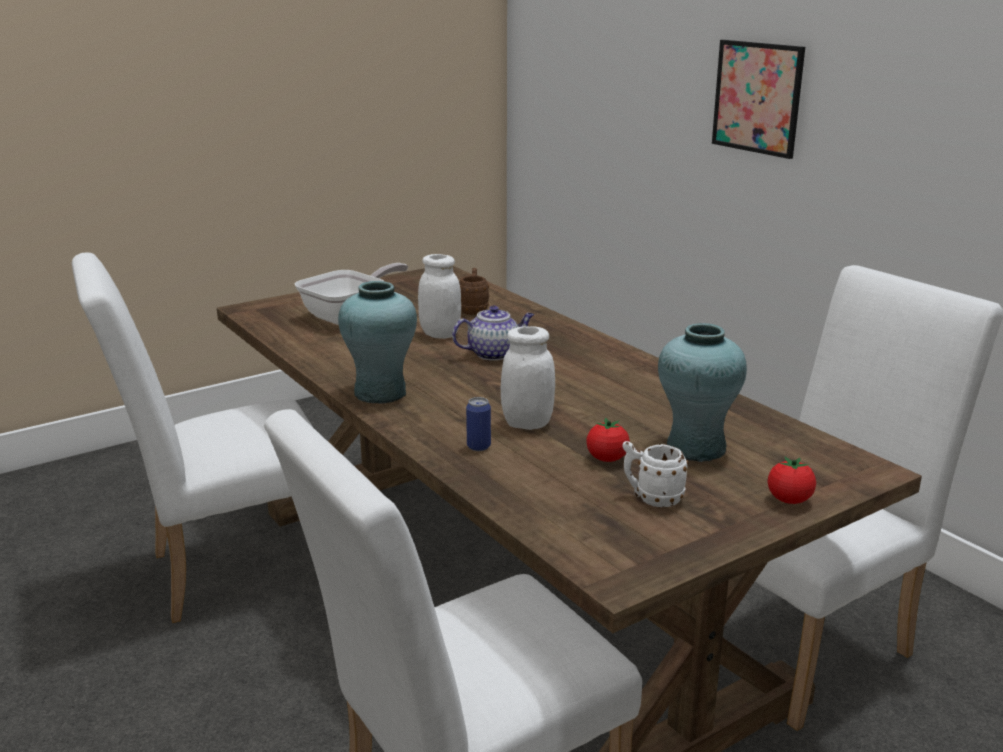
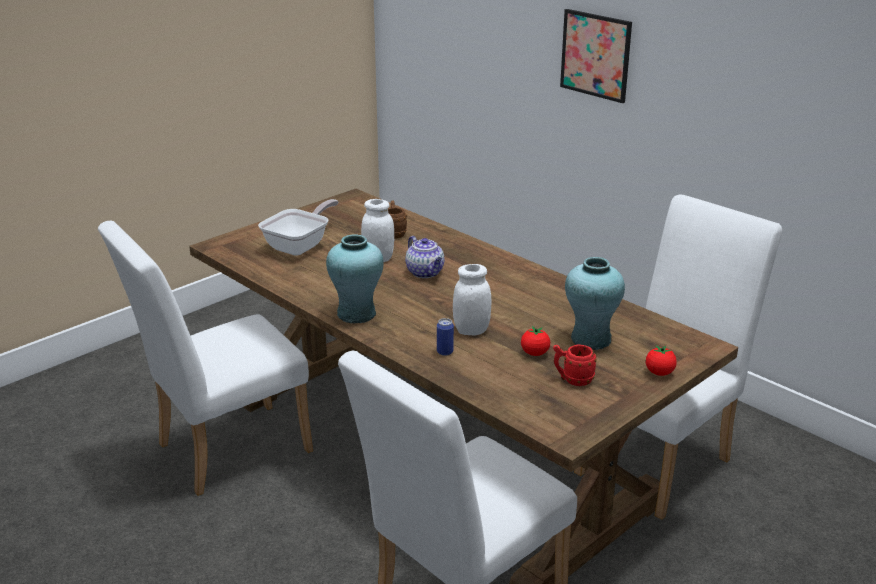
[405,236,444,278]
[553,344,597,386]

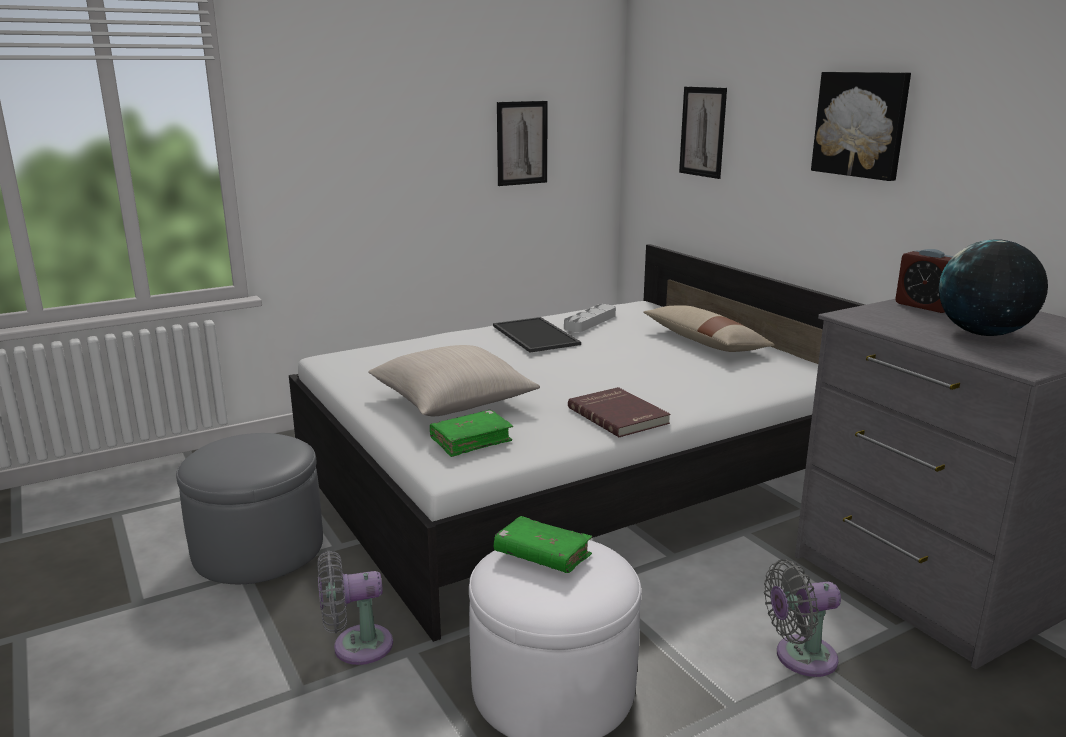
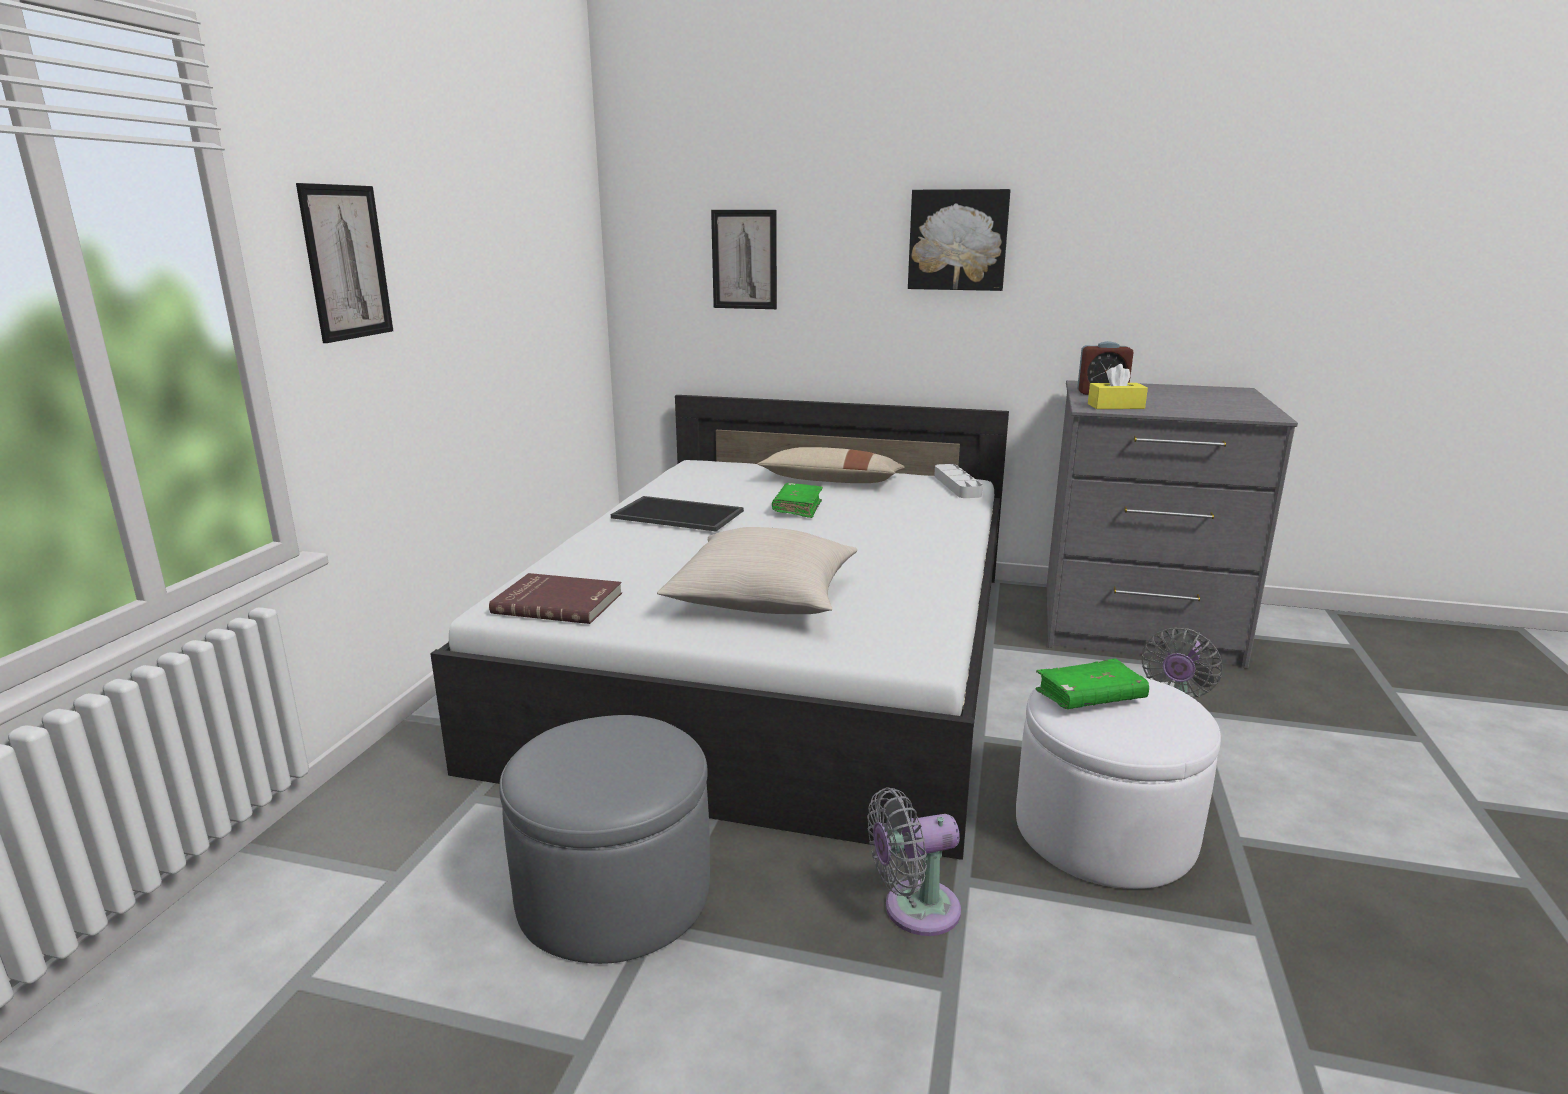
[296,183,393,343]
[939,239,1048,336] (first image)
[934,464,983,498]
[489,573,622,624]
[772,483,823,518]
[867,787,961,936]
[1088,364,1148,409]

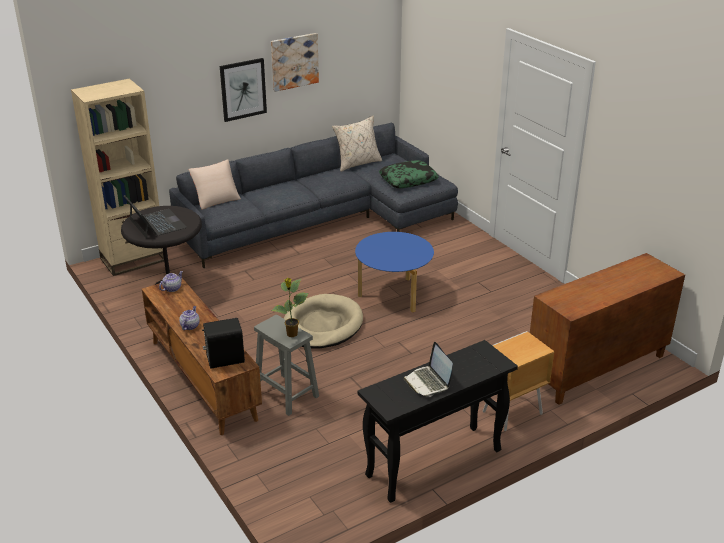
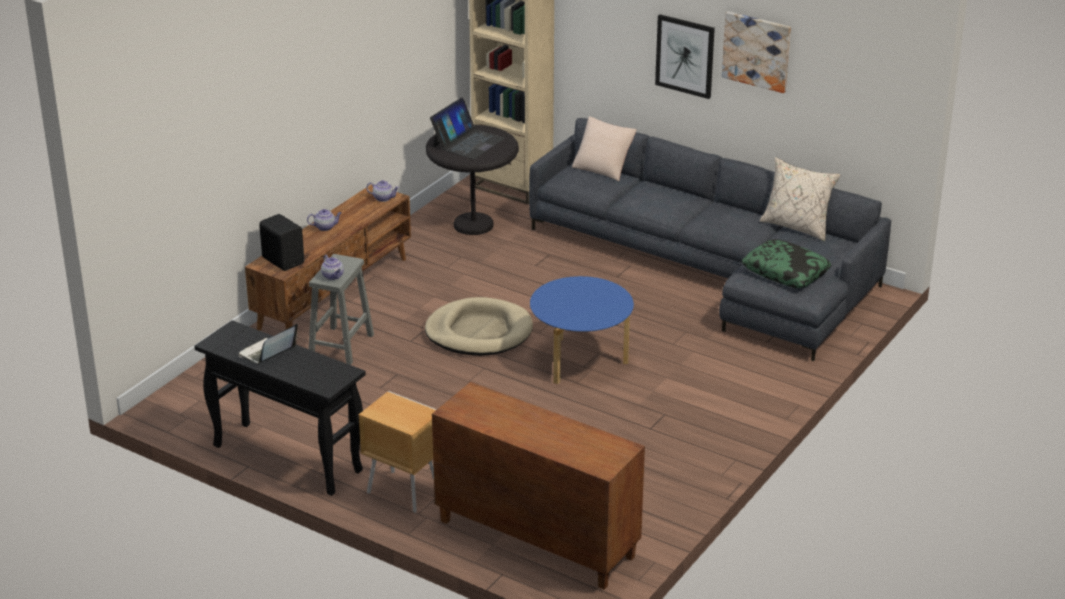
[321,255,344,280]

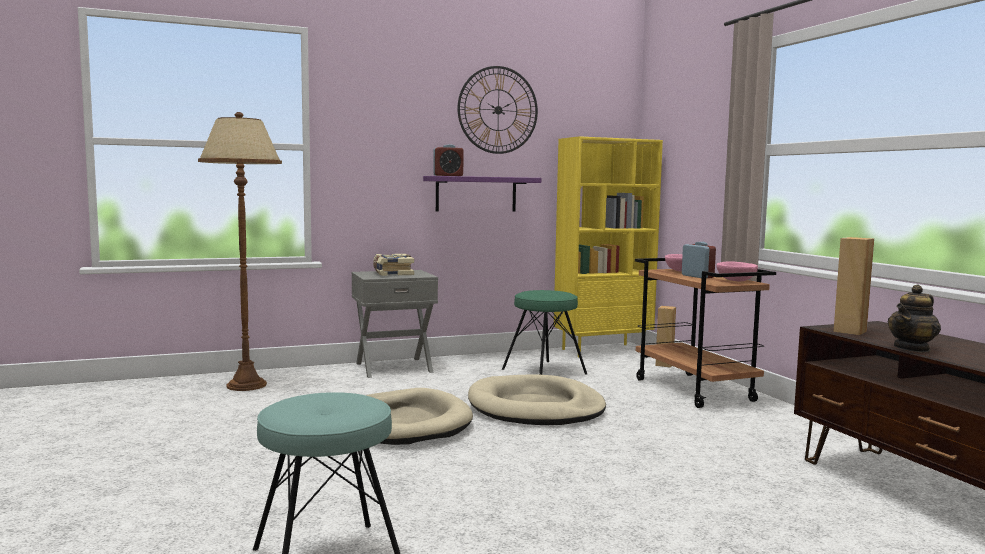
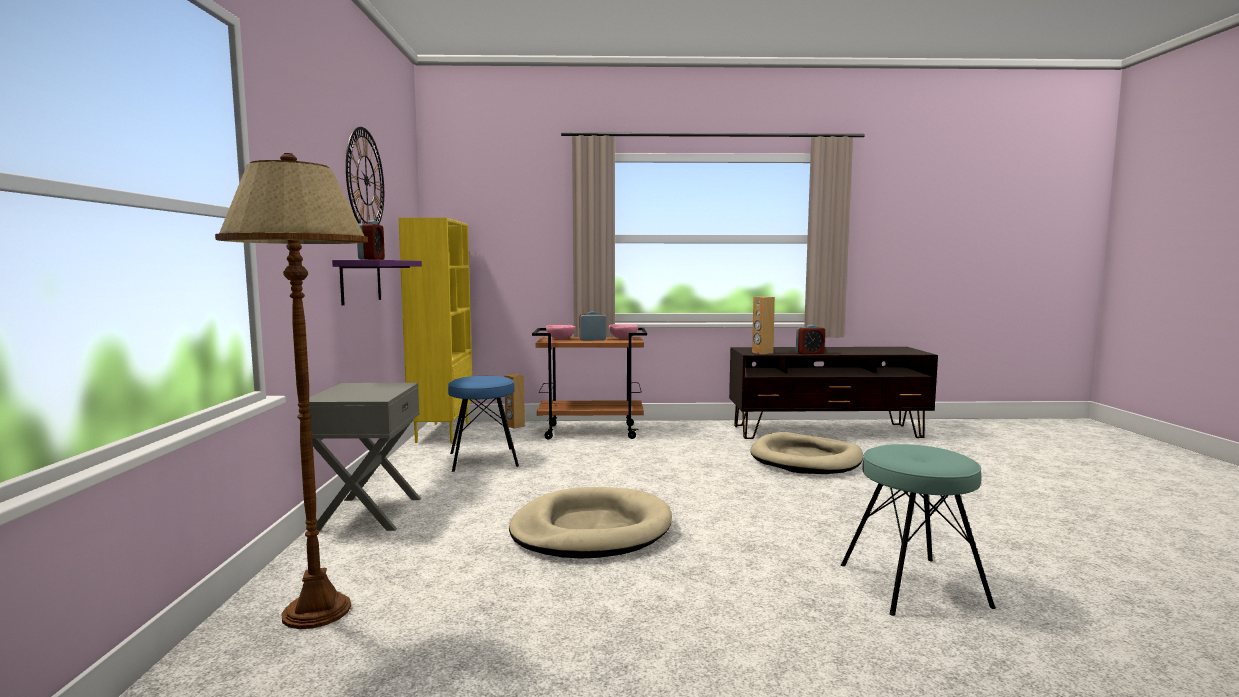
[373,254,414,276] (first image)
[796,325,825,355]
[448,376,519,472]
[751,432,863,474]

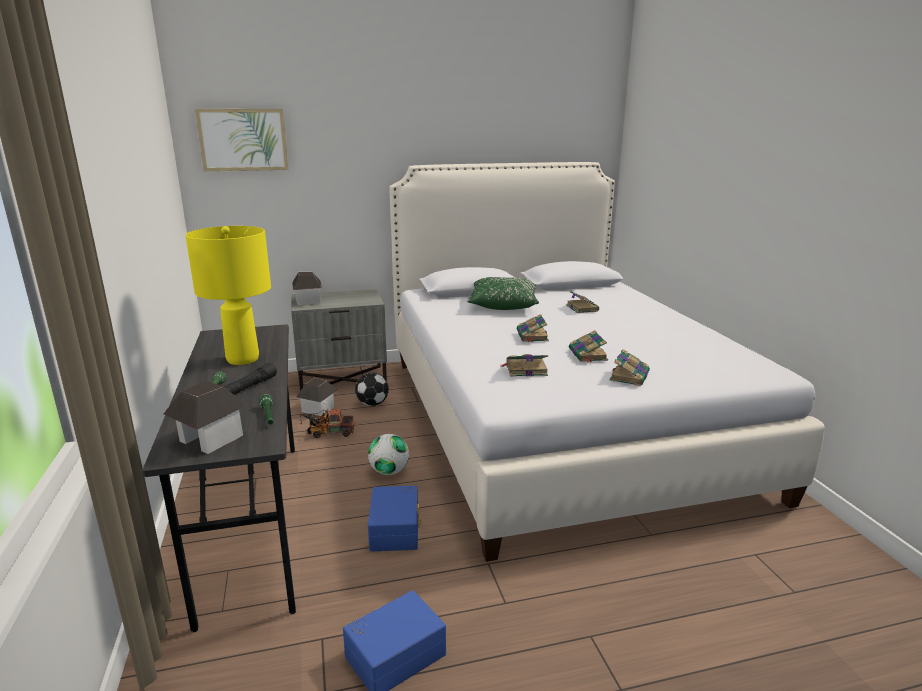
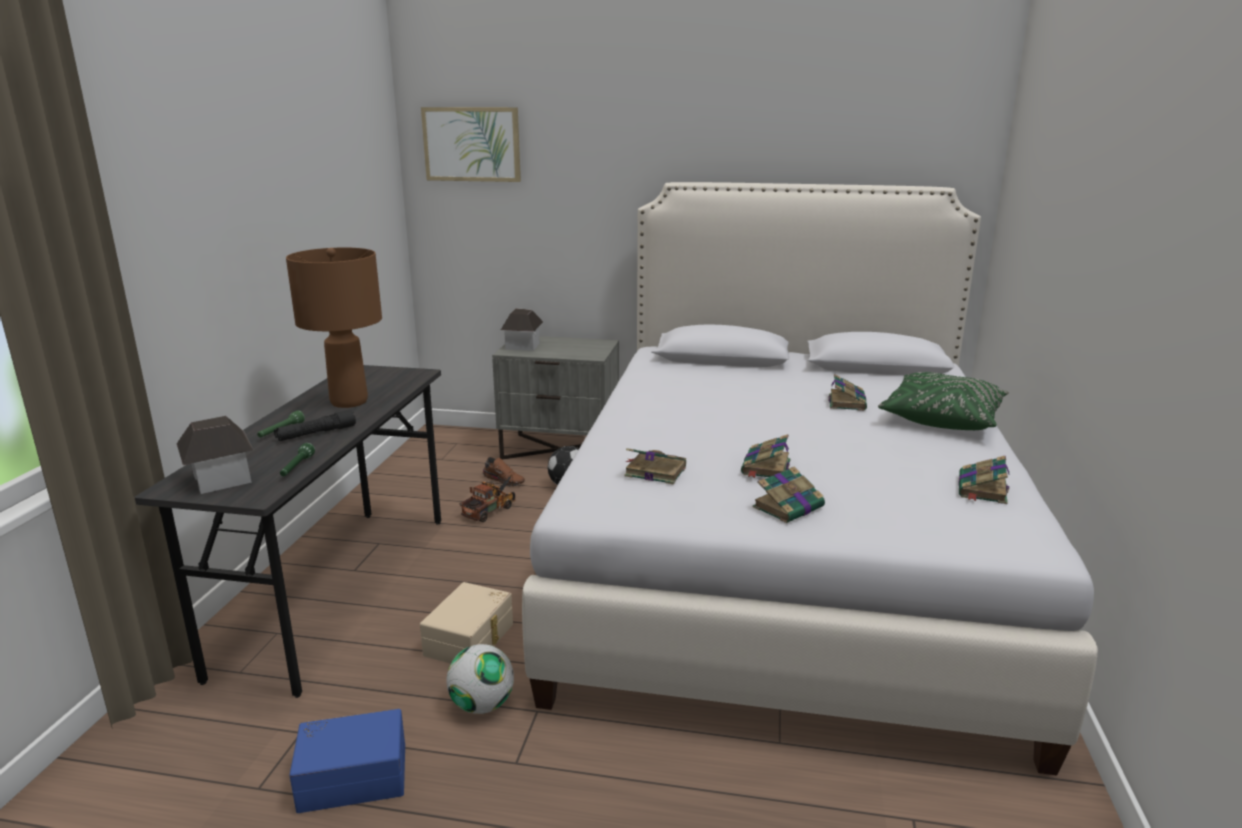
[286,248,382,408]
[878,372,1009,430]
[959,456,1009,504]
[483,457,525,486]
[460,474,516,522]
[447,644,514,714]
[420,582,513,664]

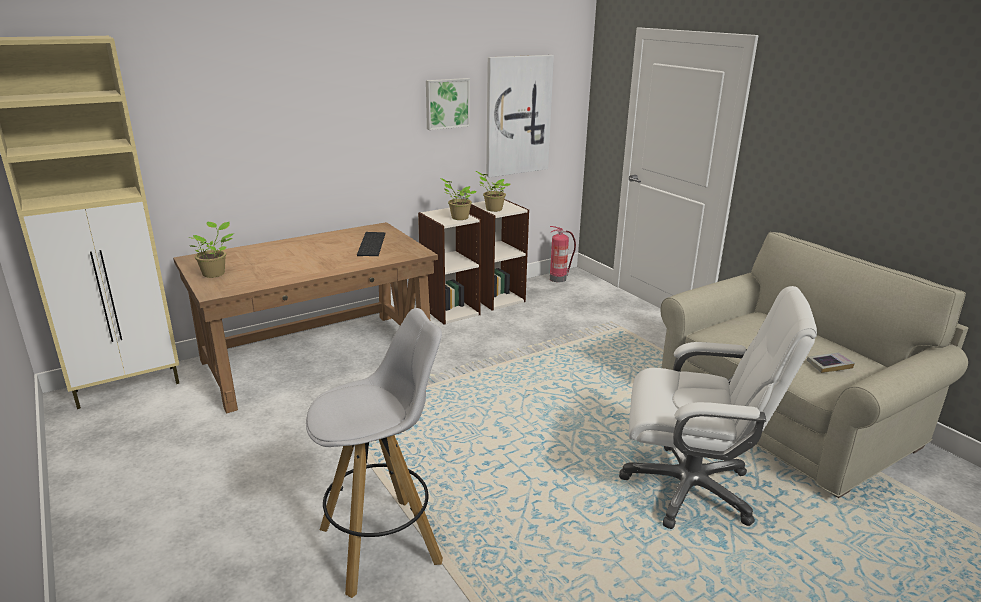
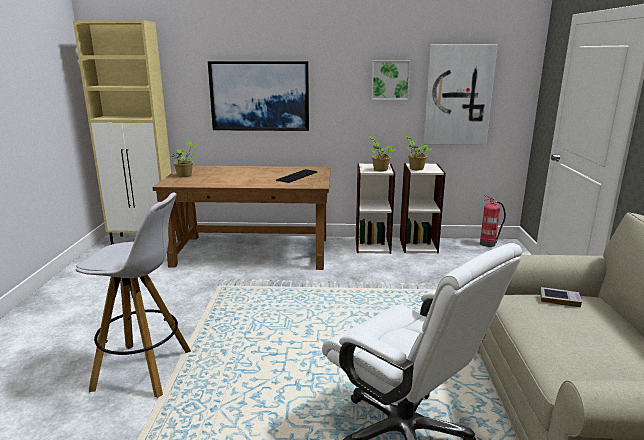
[540,287,582,307]
[208,61,309,131]

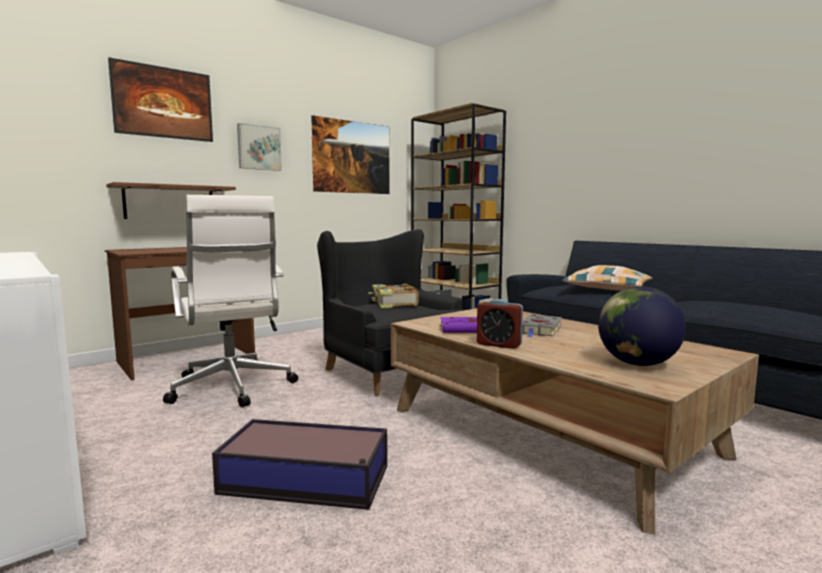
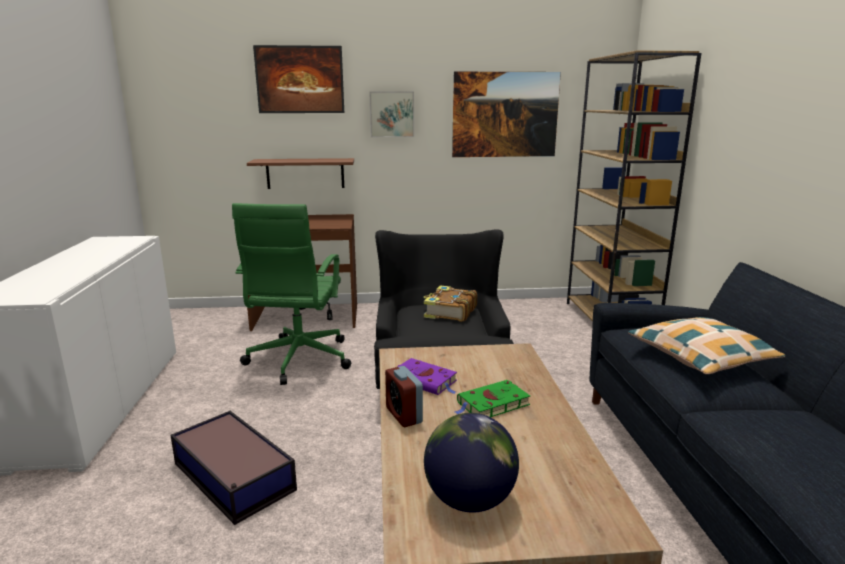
[232,203,351,385]
[455,380,530,417]

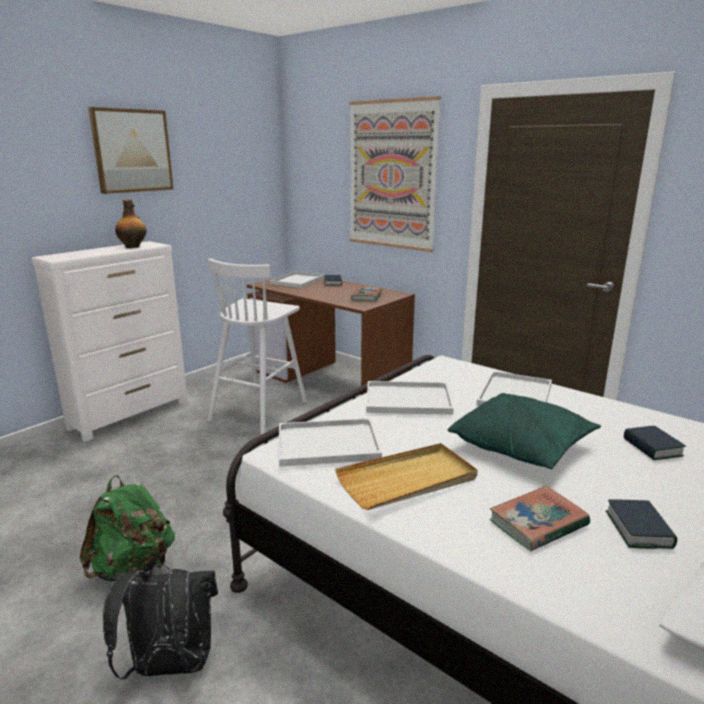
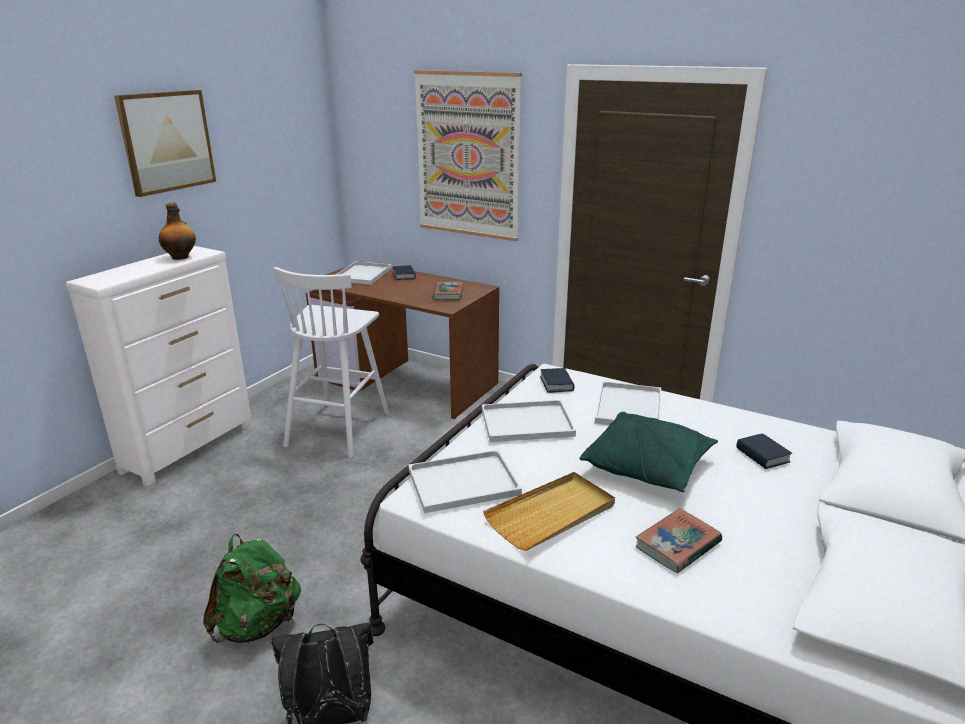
[540,368,574,393]

